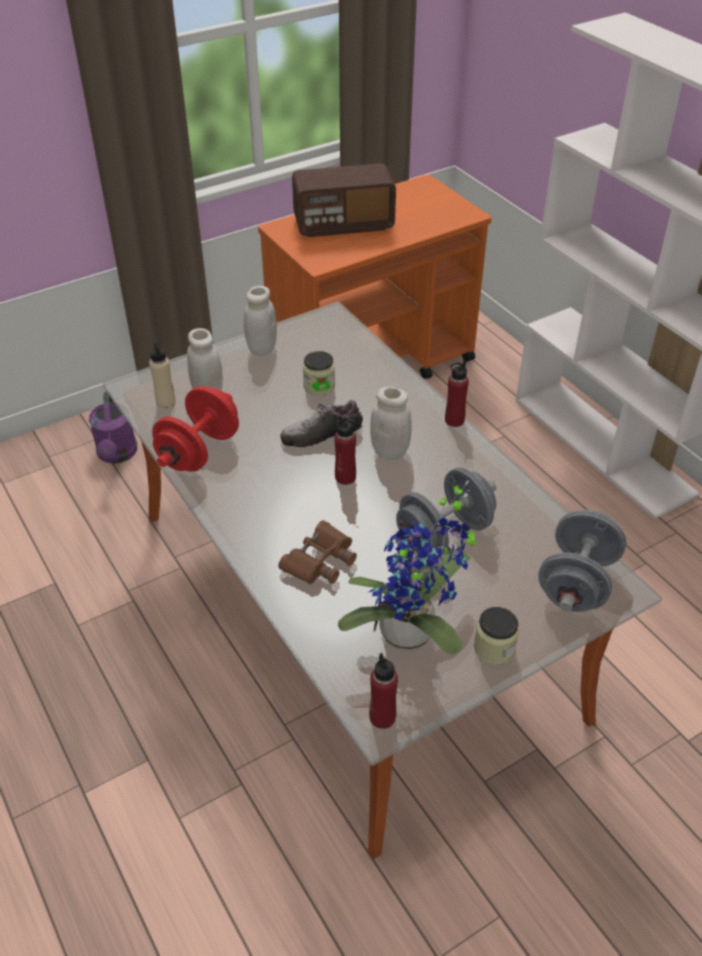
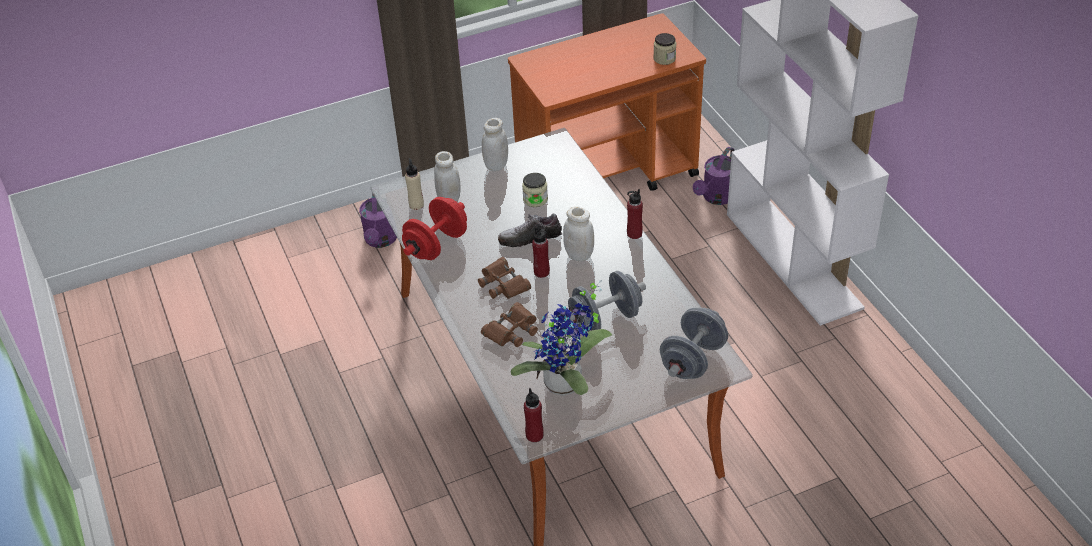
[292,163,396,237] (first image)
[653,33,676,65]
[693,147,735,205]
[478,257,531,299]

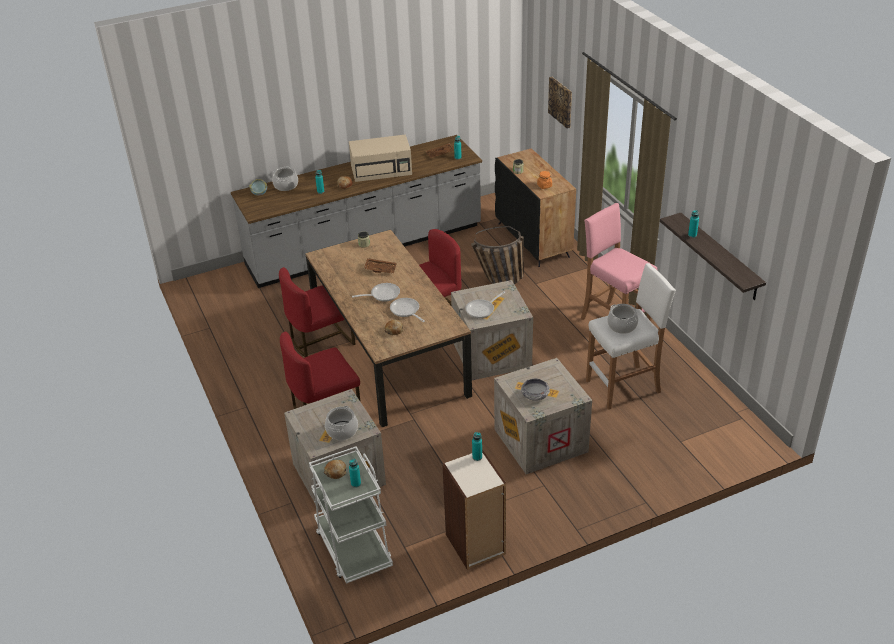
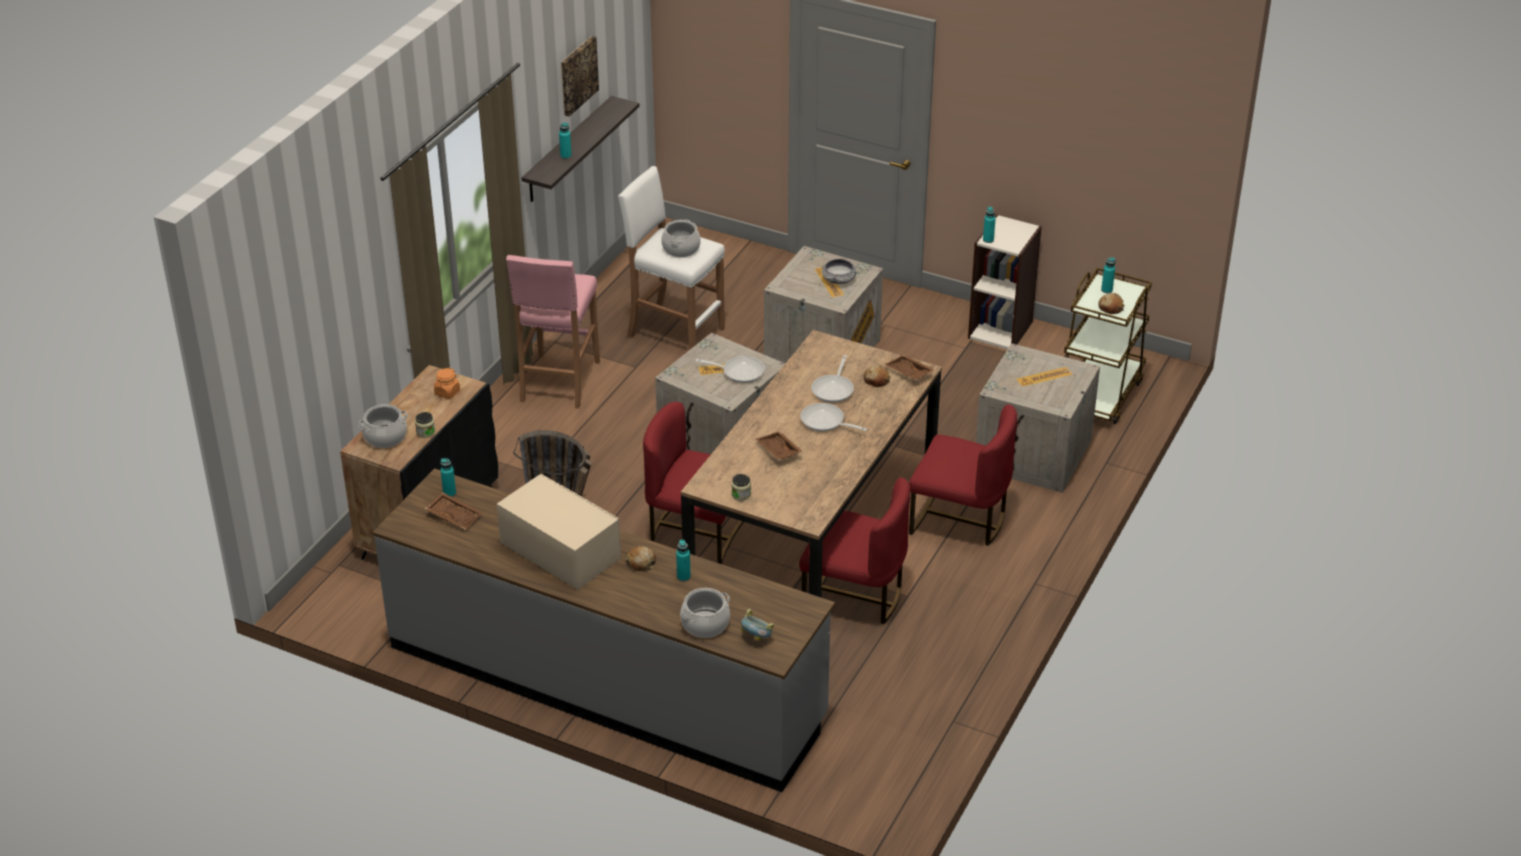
[561,36,599,117]
[359,404,408,448]
[1064,268,1152,424]
[885,355,935,380]

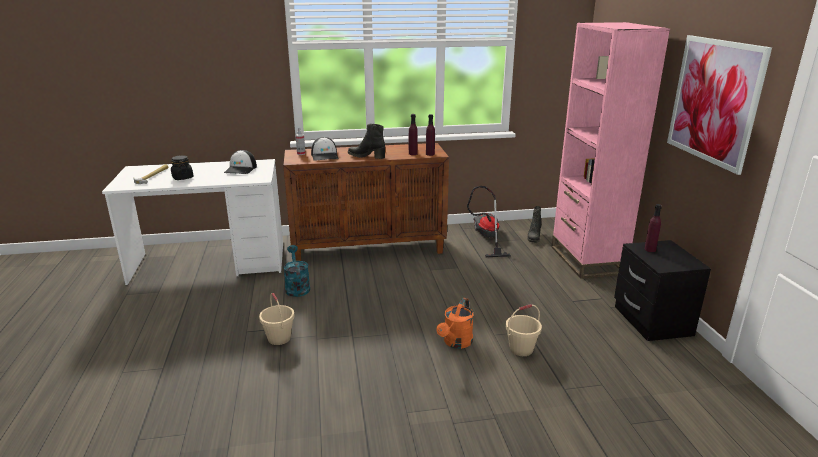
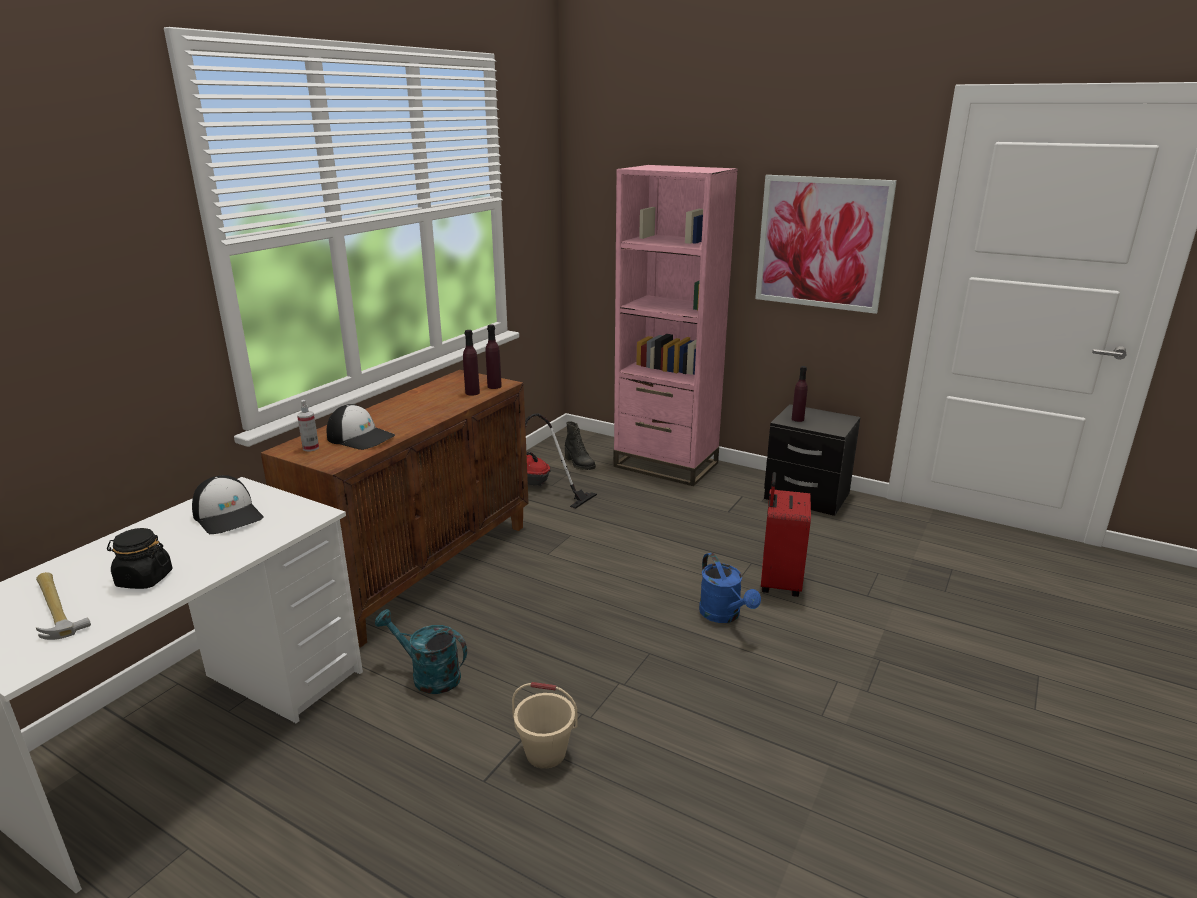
[348,124,385,159] (first image)
[699,553,761,623]
[761,472,811,597]

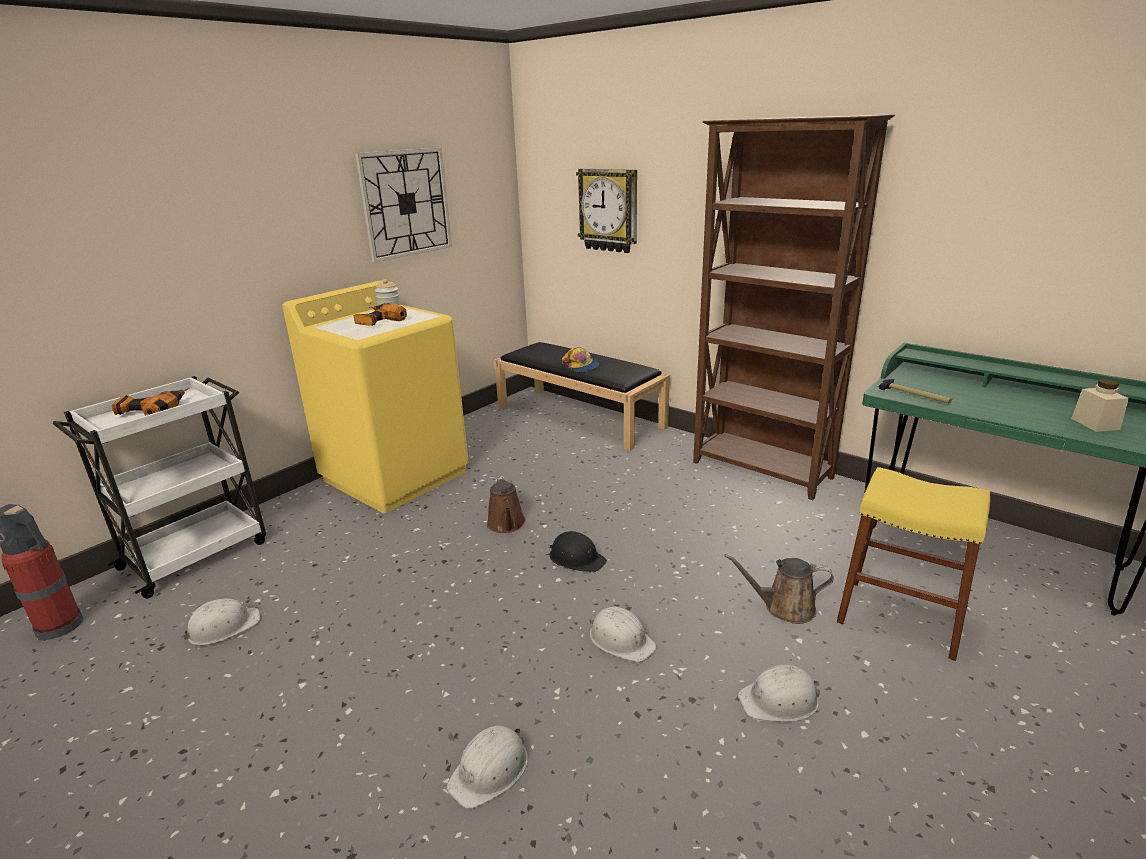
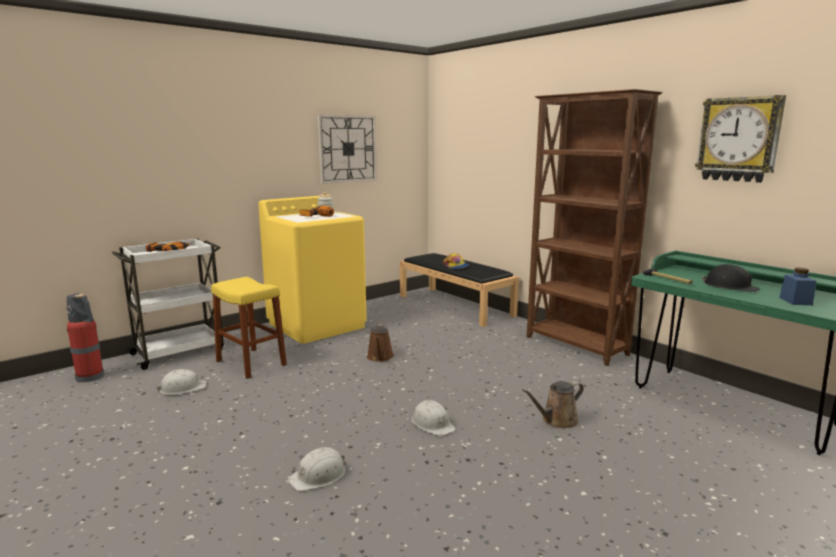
[695,95,786,183]
[779,268,816,305]
[211,277,287,379]
[702,264,760,292]
[522,381,584,428]
[738,665,820,722] (first image)

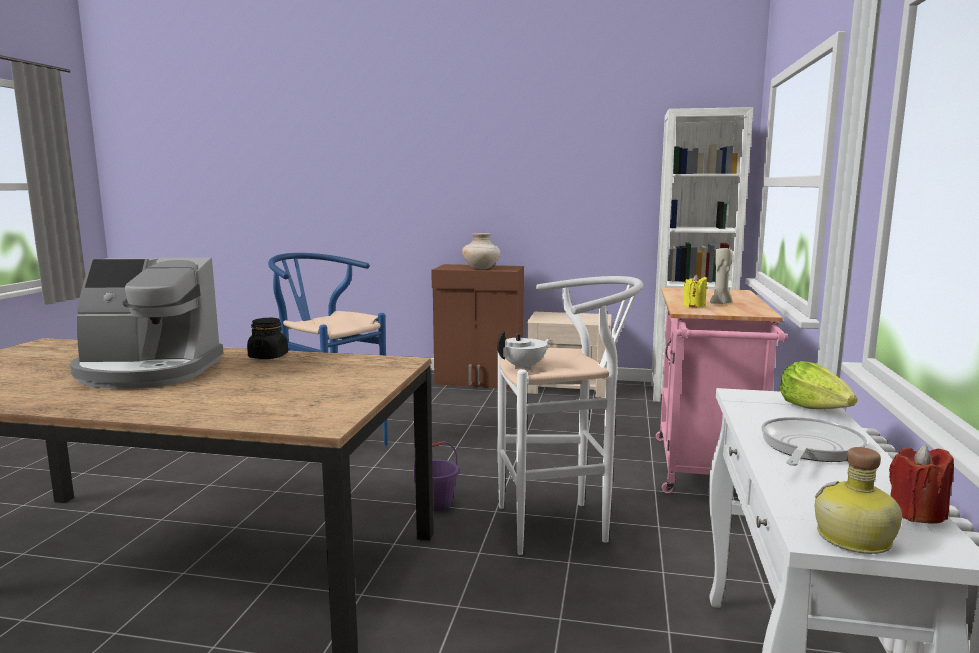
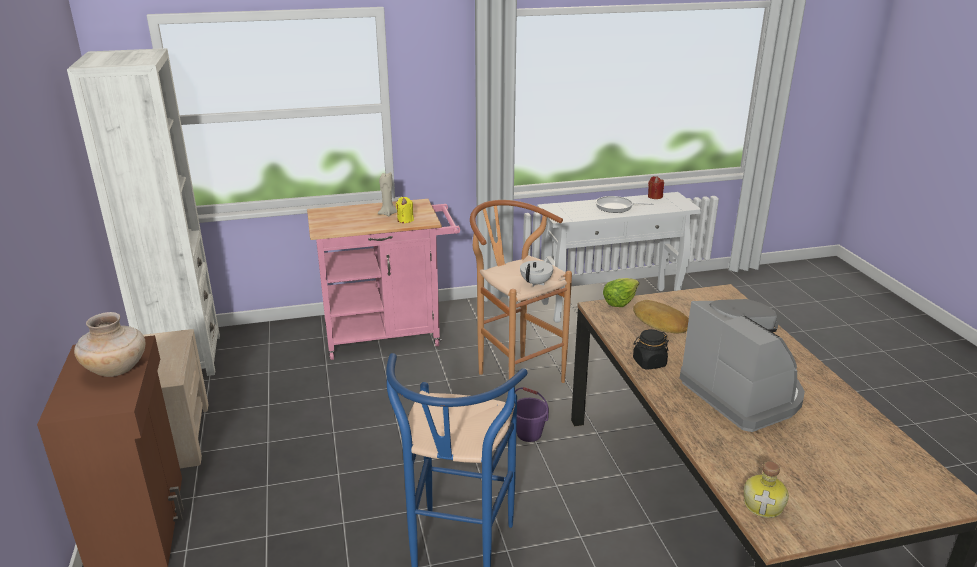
[470,200,572,383]
[520,258,553,286]
[603,278,639,307]
[744,461,789,518]
[633,300,689,333]

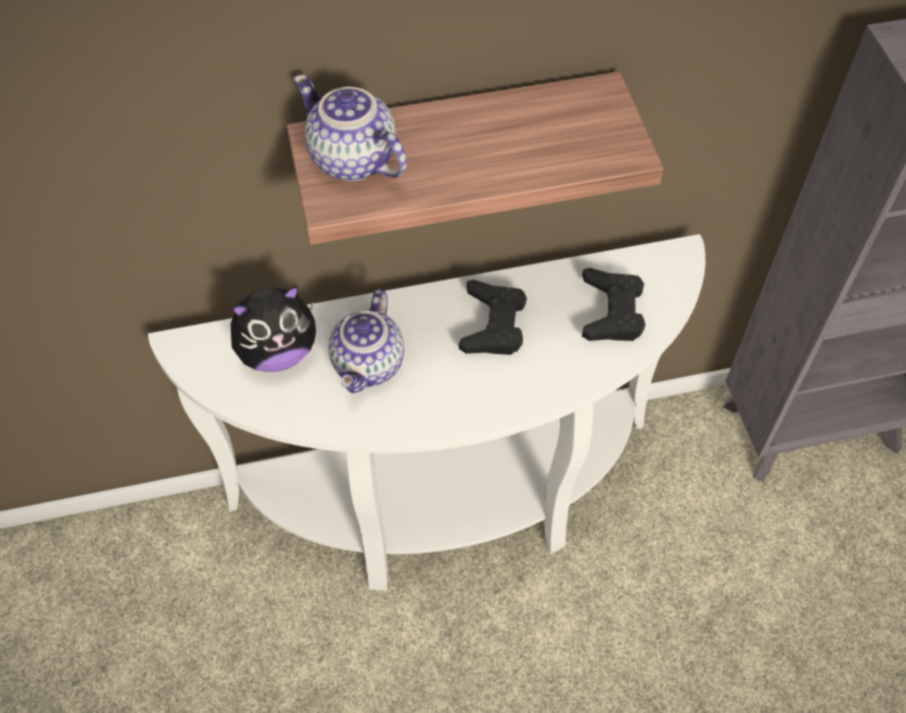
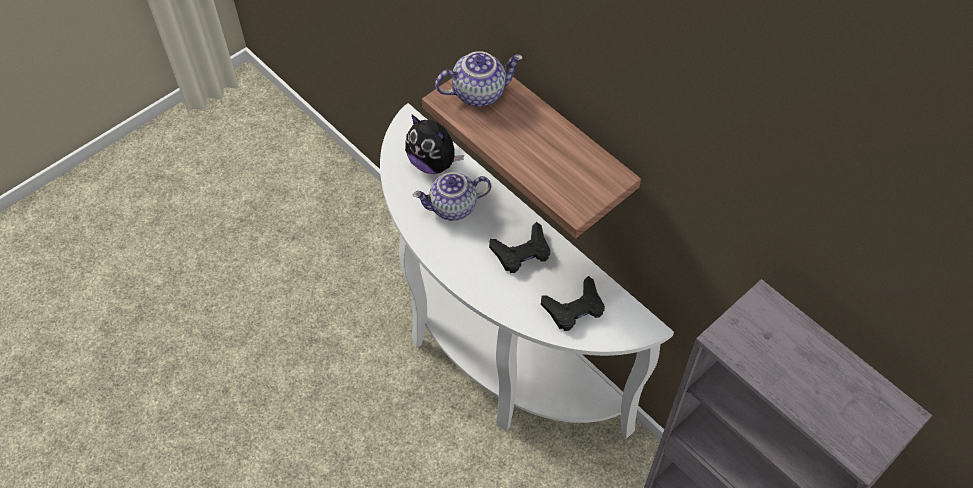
[435,51,523,107]

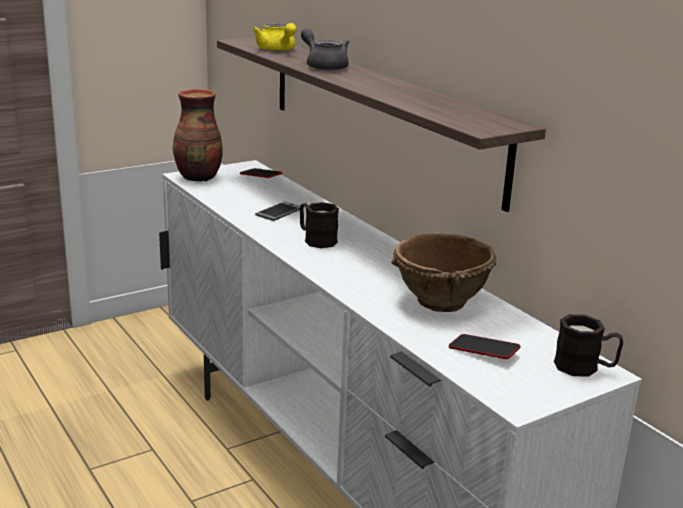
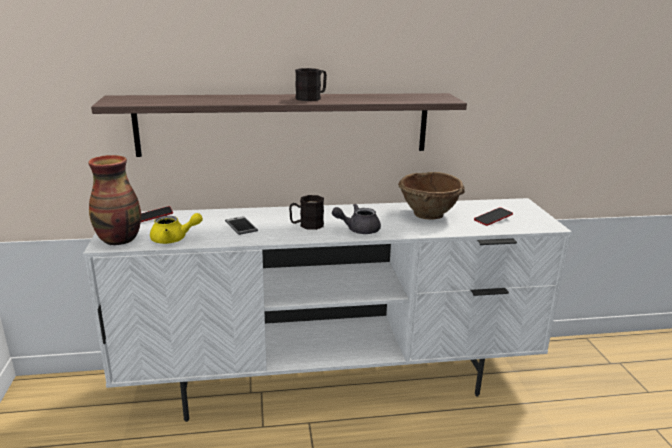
[150,213,203,244]
[332,204,381,234]
[295,68,327,101]

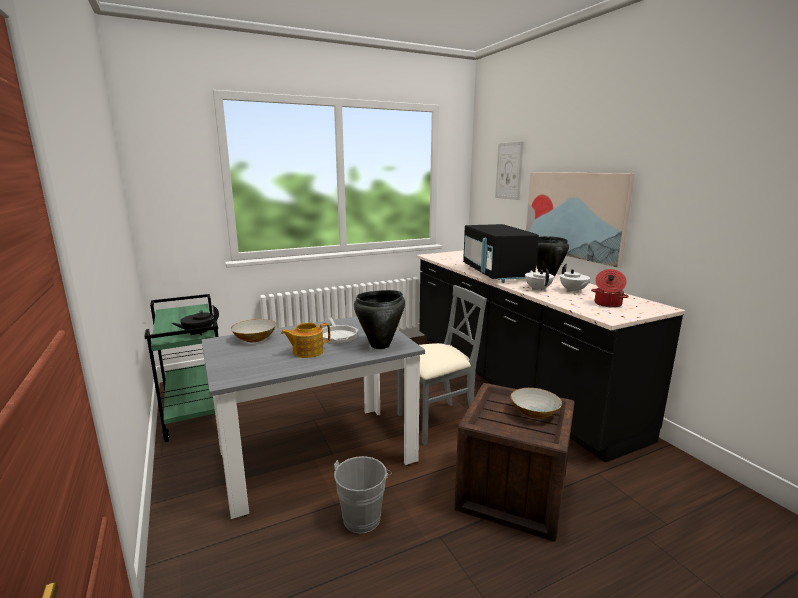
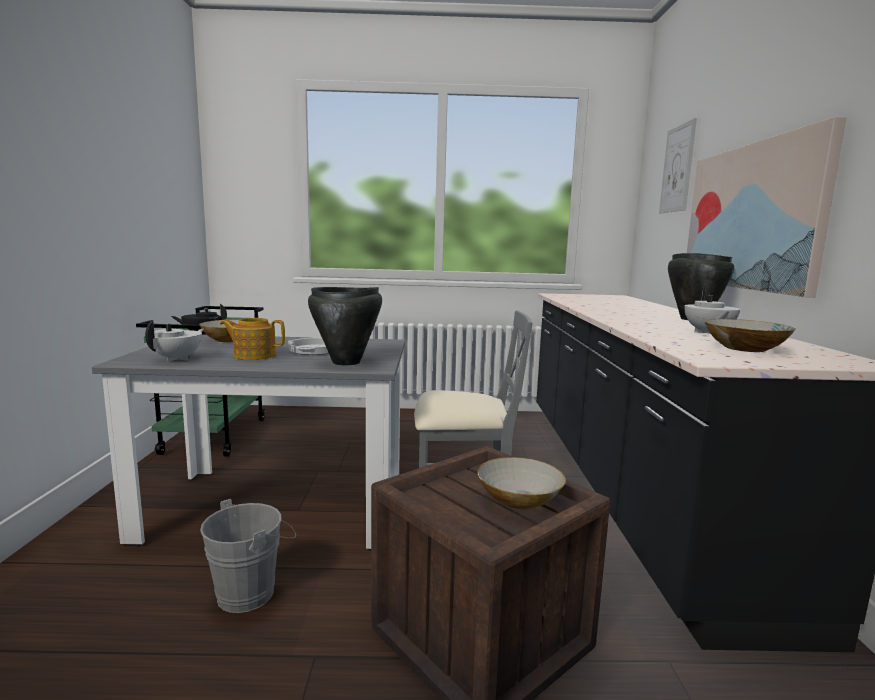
[463,224,539,283] (first image)
[145,320,204,362]
[705,319,795,352]

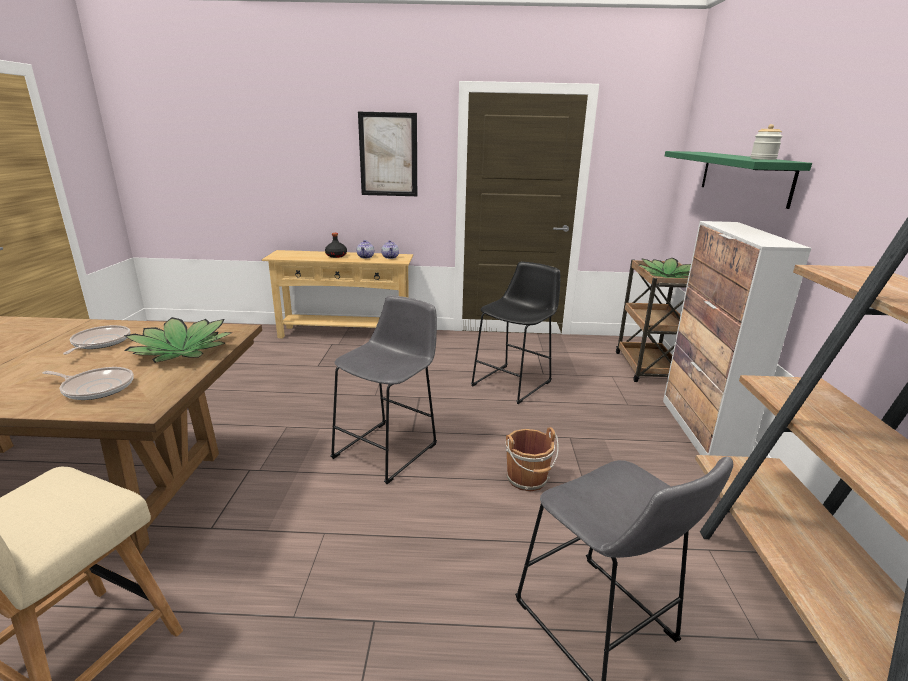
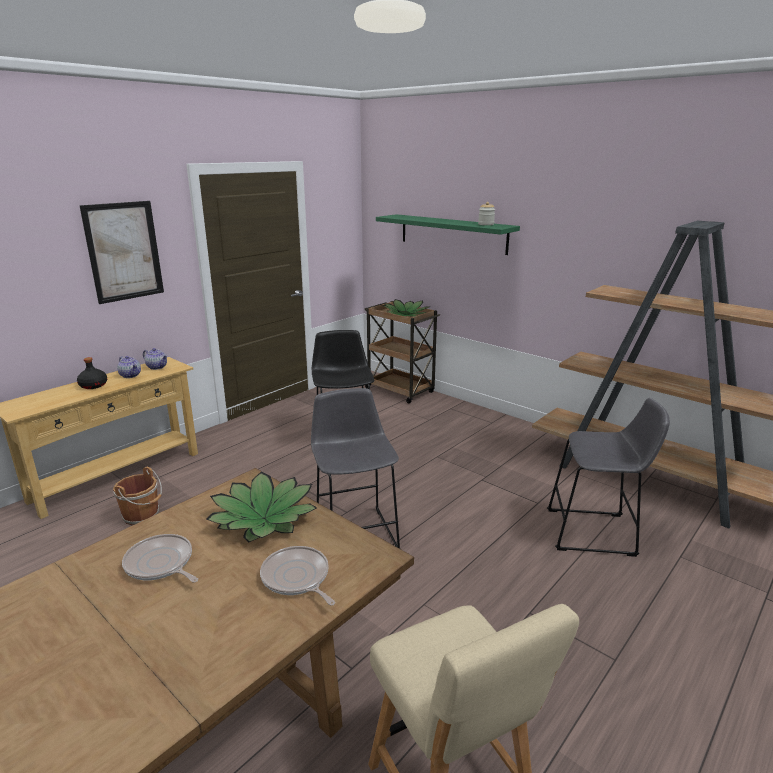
[663,221,811,457] (first image)
[260,546,335,606]
[113,467,162,525]

